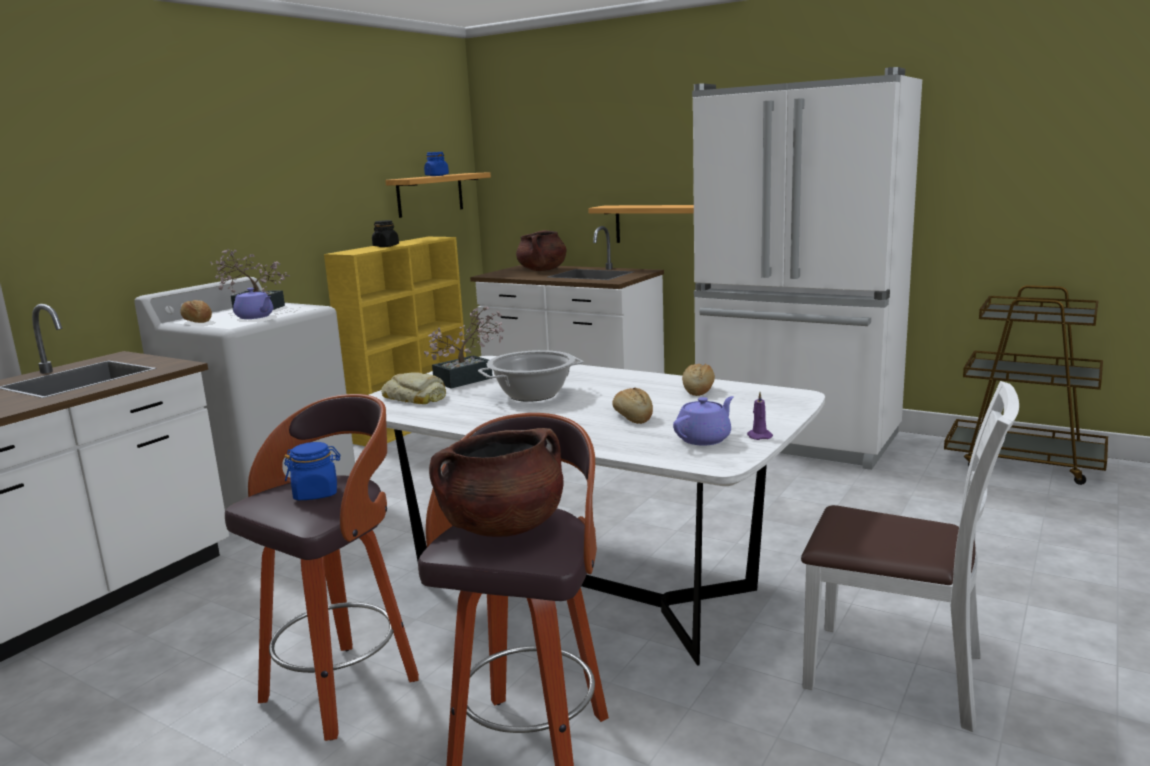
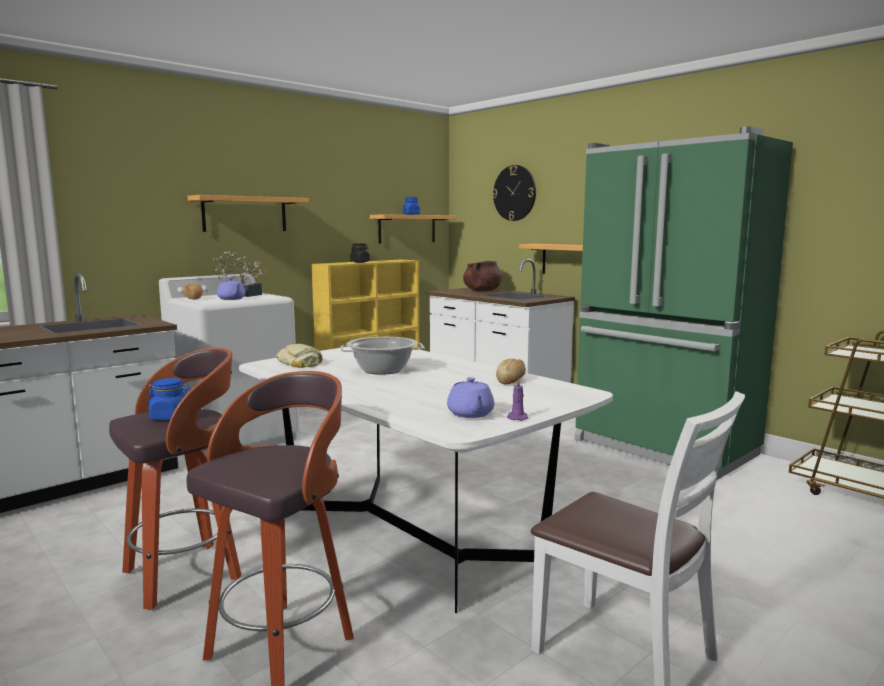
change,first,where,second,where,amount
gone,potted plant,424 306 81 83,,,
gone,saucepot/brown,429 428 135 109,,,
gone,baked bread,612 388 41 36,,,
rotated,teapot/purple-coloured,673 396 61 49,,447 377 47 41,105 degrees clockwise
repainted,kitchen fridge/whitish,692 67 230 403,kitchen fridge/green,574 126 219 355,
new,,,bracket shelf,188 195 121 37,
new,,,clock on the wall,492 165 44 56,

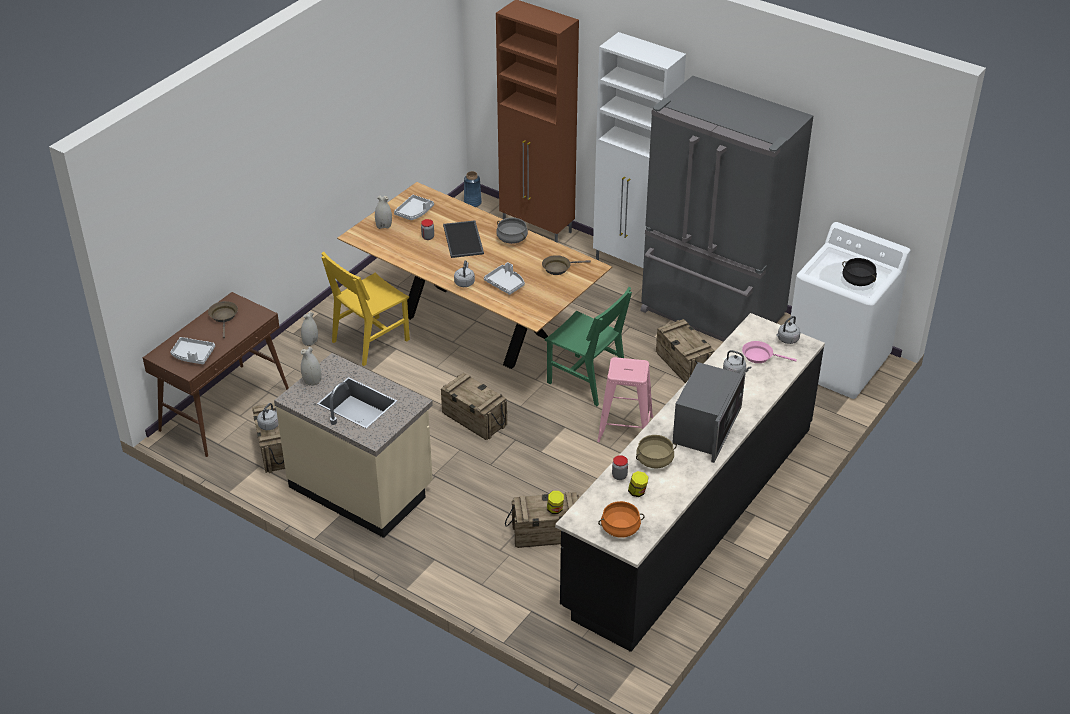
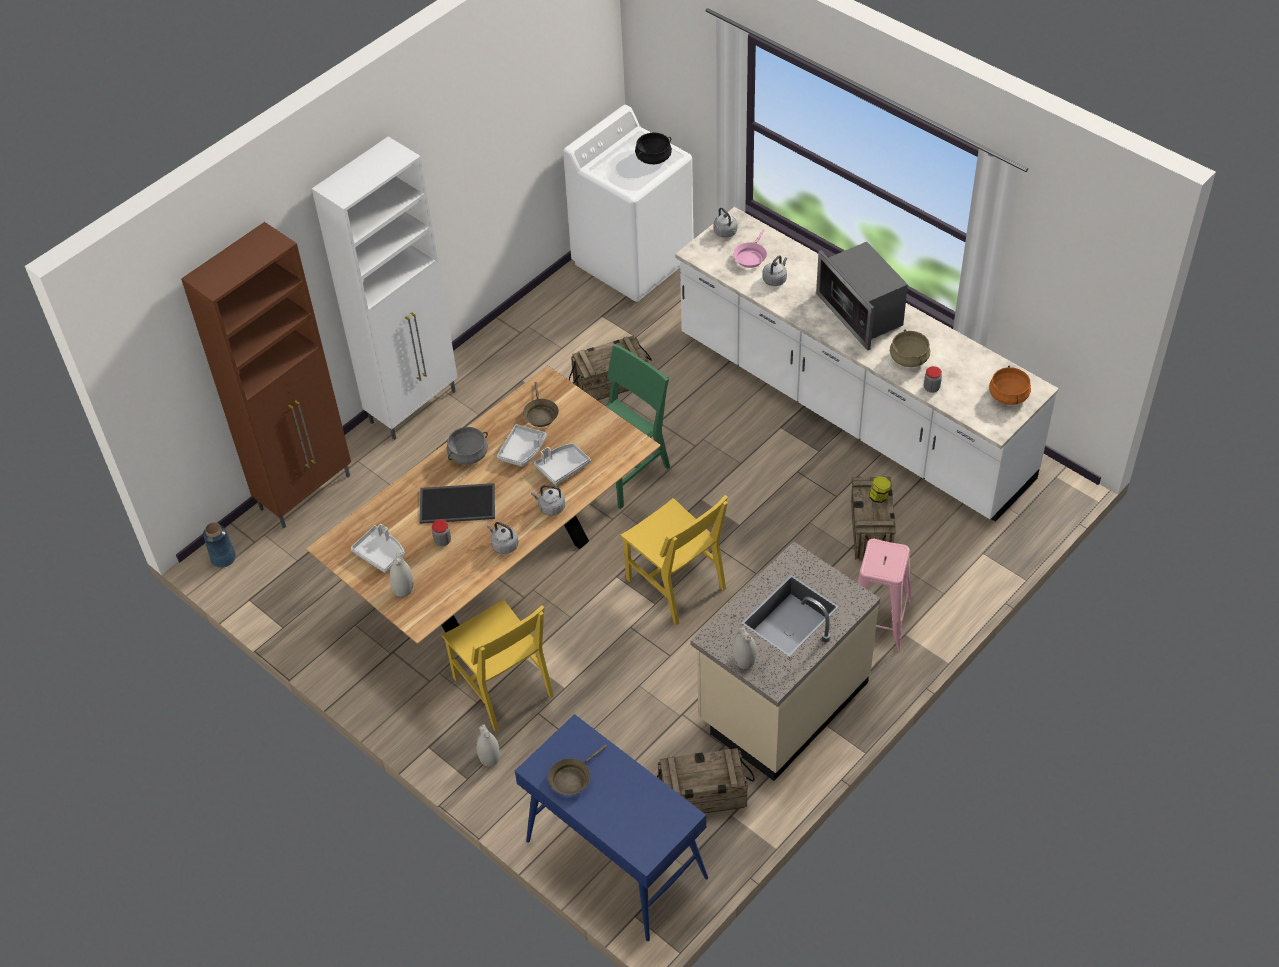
change,first,where,second,where,amount
repainted,console table/brown,143 292 146 165,console table/bluish,515 714 193 227,
shifted,tray/greyish,171 337 44 27,,497 424 50 42,
rotated,frying pan/brown,208 301 30 37,,548 744 59 51,45 degrees counterclockwise
shifted,kettle/greyish,257 403 22 27,,487 522 32 32,
swapped,shipping crate,441 373 66 67,chair/yellowish,620 495 108 131,
repainted,kitchen base unit/black,555 313 270 339,kitchen base unit/whitish,675 207 384 315,
shifted,stool/pink-coloured,597 357 56 85,,857 539 55 112,
gone,jar,628 471 21 26,,,
gone,kitchen fridge/greyish,641 76 172 266,,,
rotated,microwave oven,672 362 74 101,,816 242 92 109,150 degrees counterclockwise

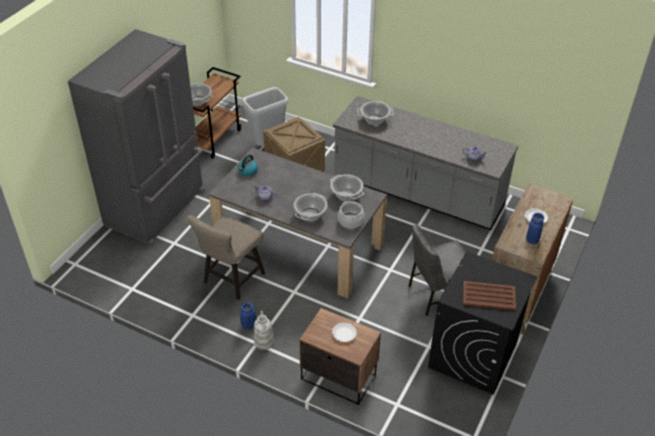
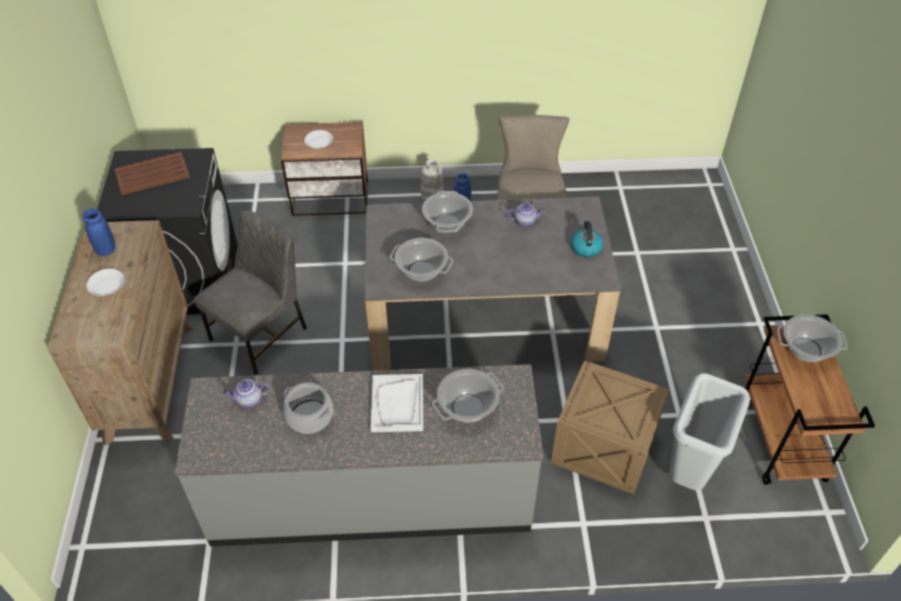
change,first,where,second,where,amount
gone,kitchen fridge/greyish,68 29 137 217,,,
shifted,saucepot,338 201 27 28,,283 382 50 52,
new,,,tray/whitish,371 374 52 58,

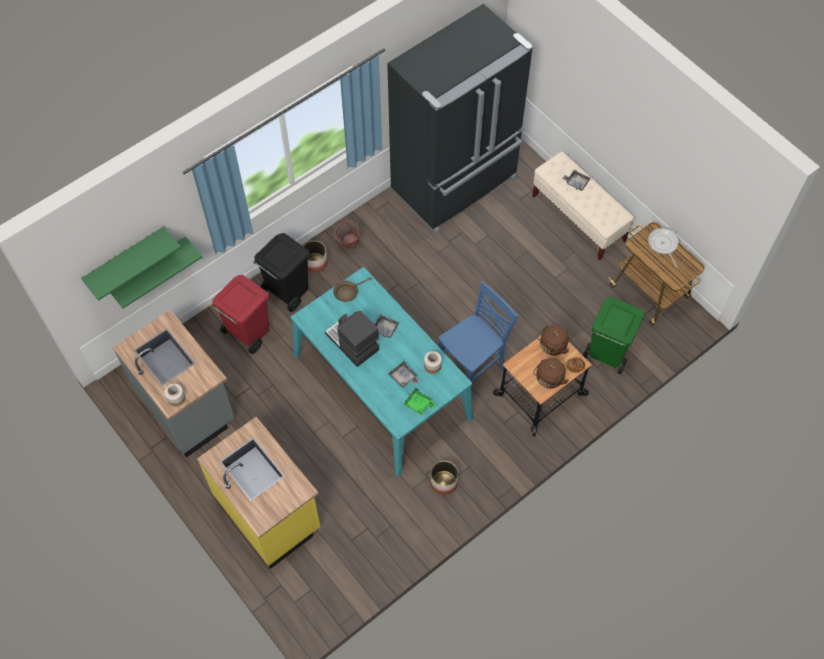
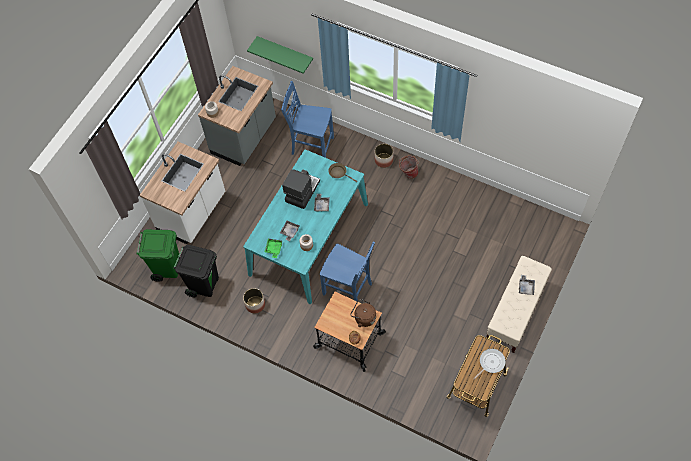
change,first,where,second,where,amount
gone,bracket shelf/green,81 226 100 75,,,
repainted,kitchen base unit/yellowish,197 417 123 152,kitchen base unit/whitish,140 142 85 102,
swapped,waste bin/red,211 275 58 79,chair/bluish,281 81 53 77,
shifted,waste bin/black,254 233 56 79,,173 245 46 52,
gone,kitchen fridge/black,387 4 146 229,,,
gone,kettle/brown,533 358 36 31,,,
shifted,waste bin/green,583 297 61 77,,137 229 42 53,

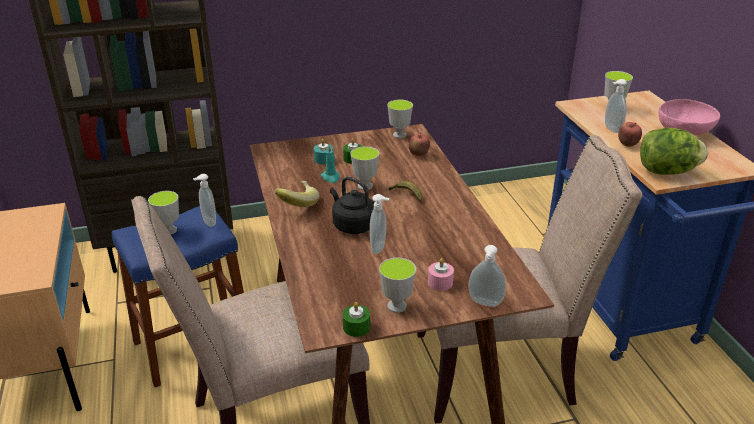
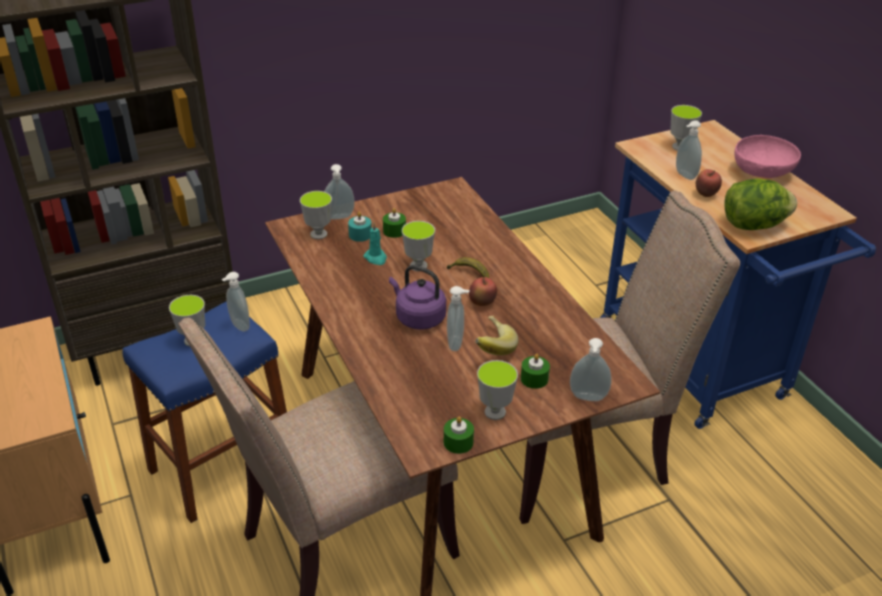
change,first,where,second,where,amount
shifted,whole banana,275 181 44 26,,475 315 44 40,
repainted,kettle/black,330 176 44 58,kettle/purple-coloured,389 265 57 65,
shifted,small cup,387 100 26 38,,300 191 32 48,
shifted,whole apple,409 133 21 23,,469 277 28 29,
repainted,wax candle/pink-coloured,428 258 26 33,wax candle/green,521 354 29 35,
new,,,soap bottle,324 164 31 56,

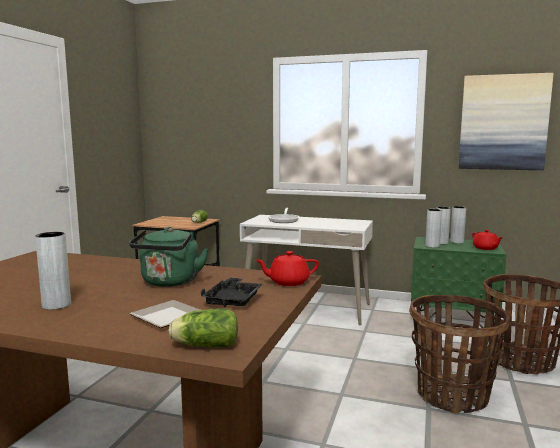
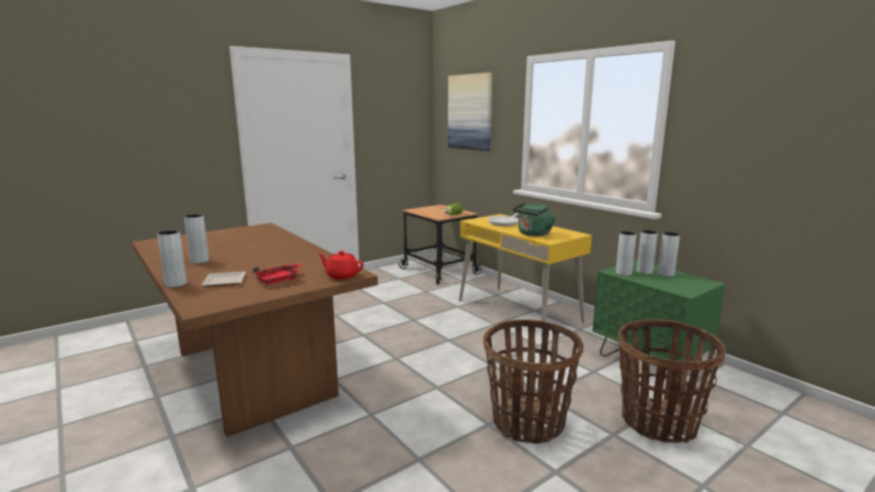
change,first,where,second,where,amount
shifted,kettle/green,129 227 80 60,,513 202 43 34,
gone,head of lettuce,169 308 69 39,,,
repainted,tray/black,200 277 63 30,tray/red,253 264 48 20,
repainted,desk/whitish,240 215 133 110,desk/yellowish,459 214 133 109,
shifted,wall art,458 73 96 97,,448 73 44 78,
gone,teapot/red,472 230 30 20,,,
new,,,vase/greyish,157 230 30 57,

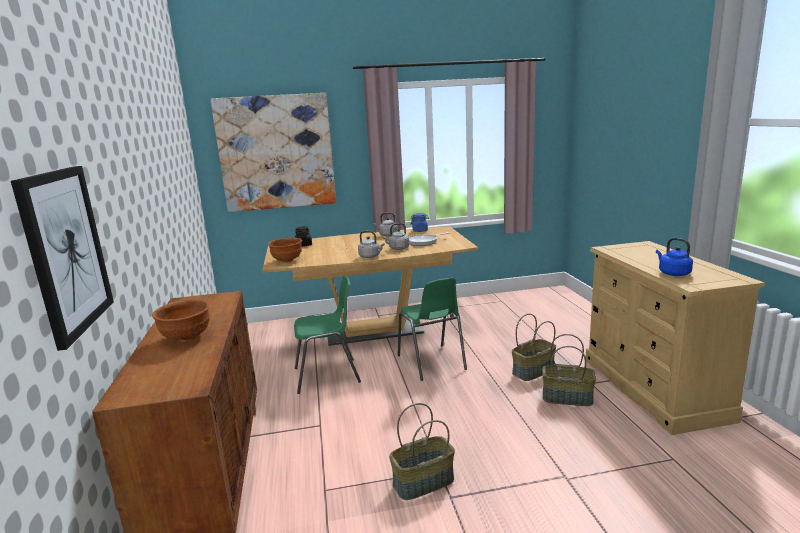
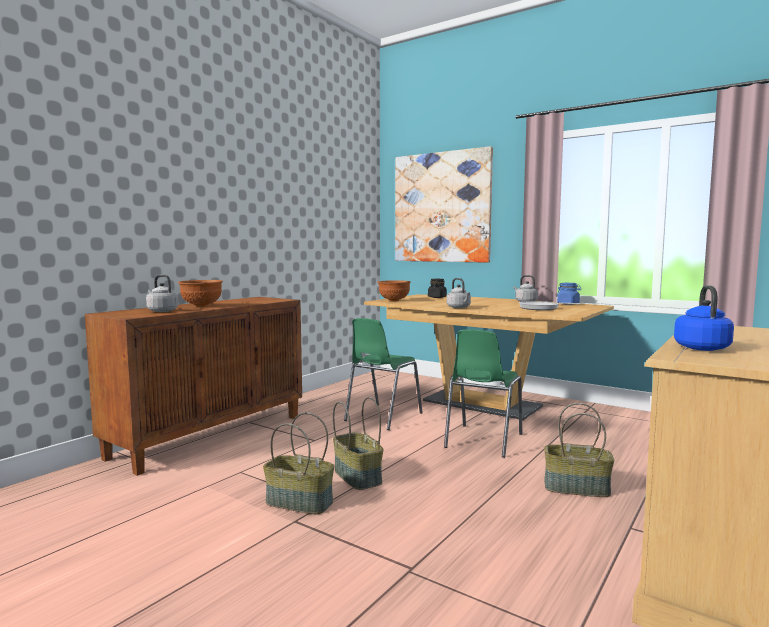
change,first,where,second,where,amount
gone,wall art,11 166 103 185,,,
rotated,chair/green,294 276 67 118,,344 318 79 112,90 degrees clockwise
shifted,kettle/greyish,382 223 28 27,,146 274 32 38,
shifted,basket,542 334 54 72,,333 397 50 93,

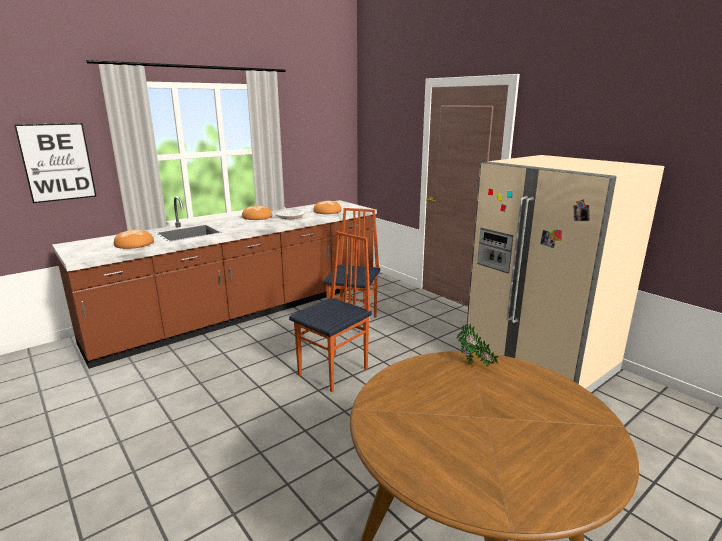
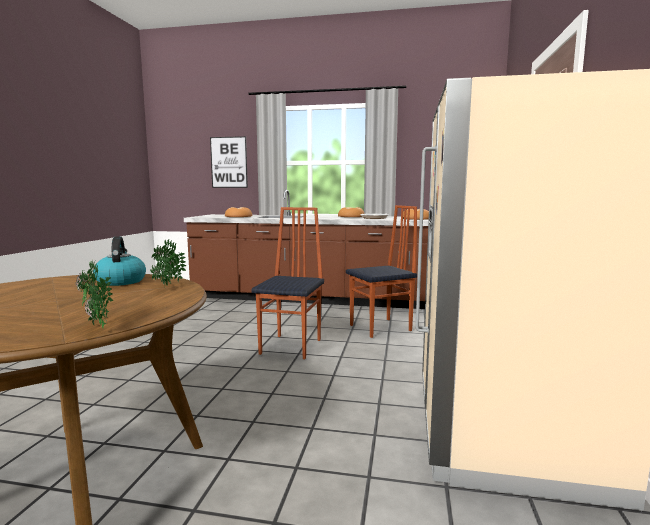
change,first,where,second,where,amount
rotated,chair,289 231 83 161,,251 207 73 152,75 degrees counterclockwise
new,,,potted plant,76 260 38 70,
new,,,kettle,93 236 53 50,

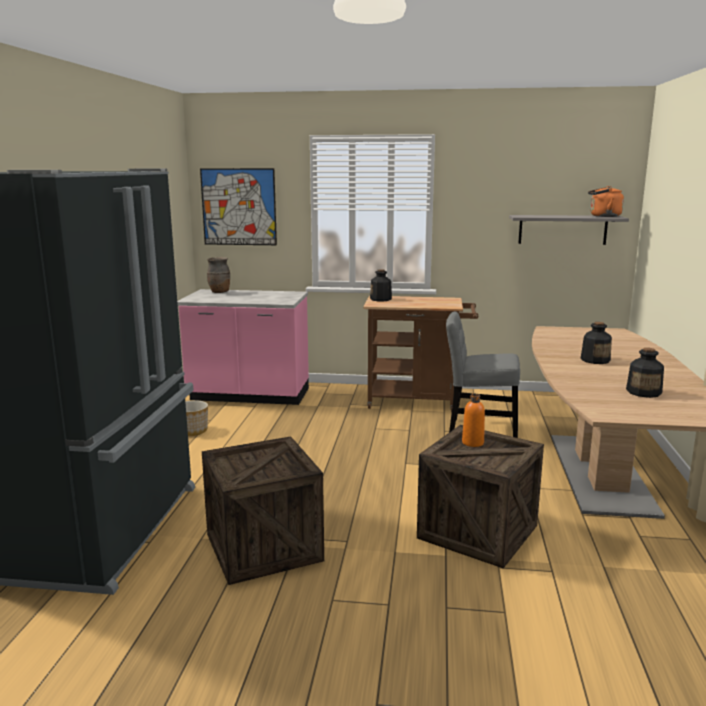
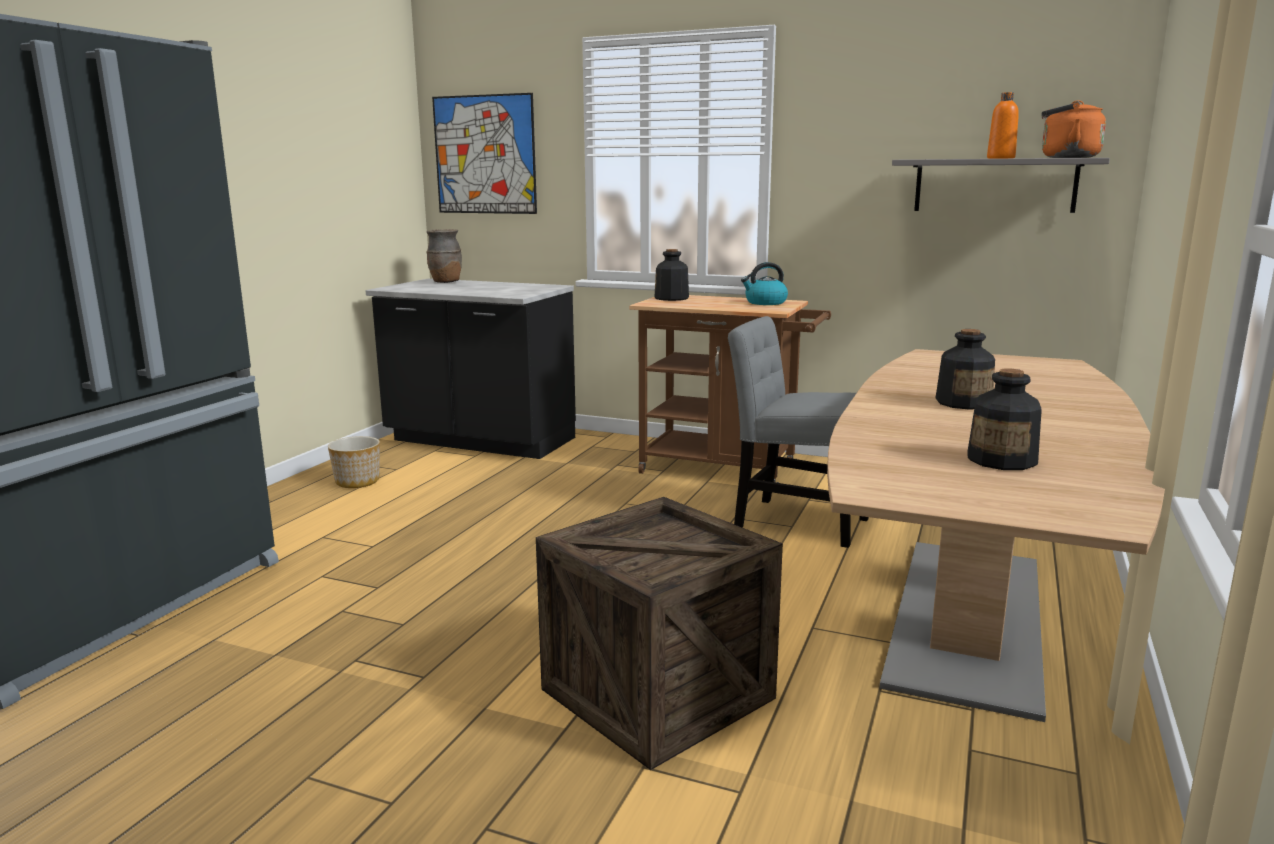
change,first,where,second,where,amount
repainted,kitchen base unit/pink-coloured,177 289 132 116,kitchen base unit/black,366 279 210 180,
gone,shipping crate,202 437 122 148,,,
shifted,bottle/orangey,462 394 23 53,,987 92 32 67,
new,,,kettle,741 262 47 43,

